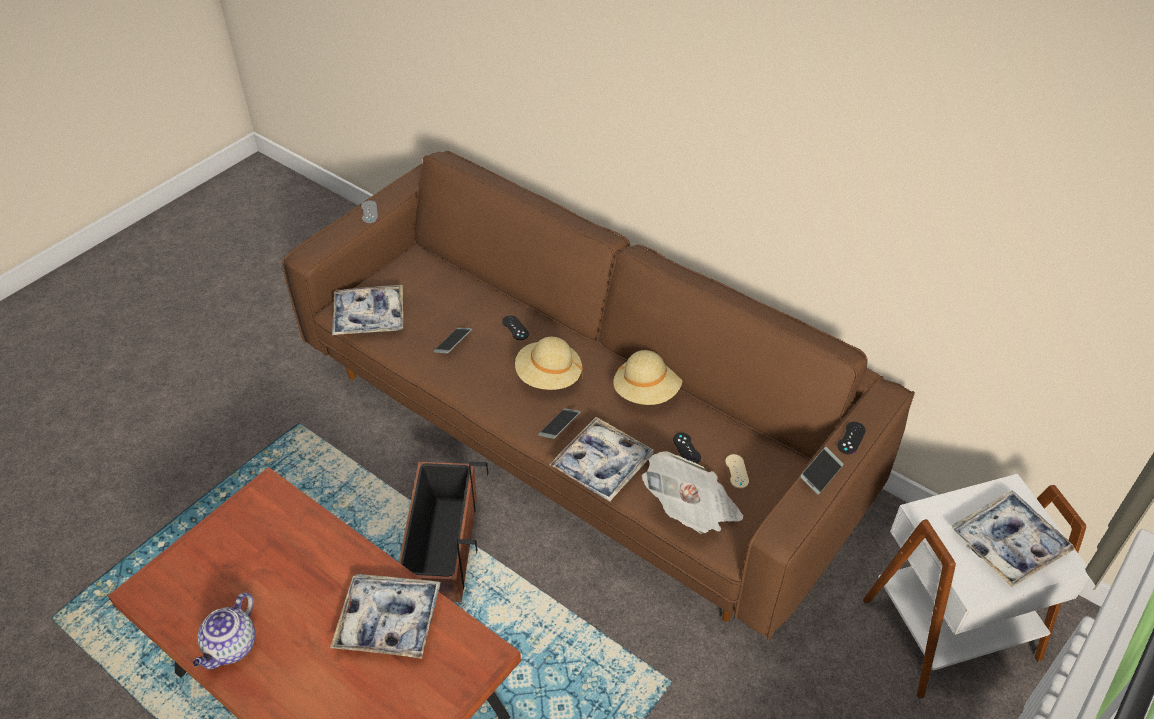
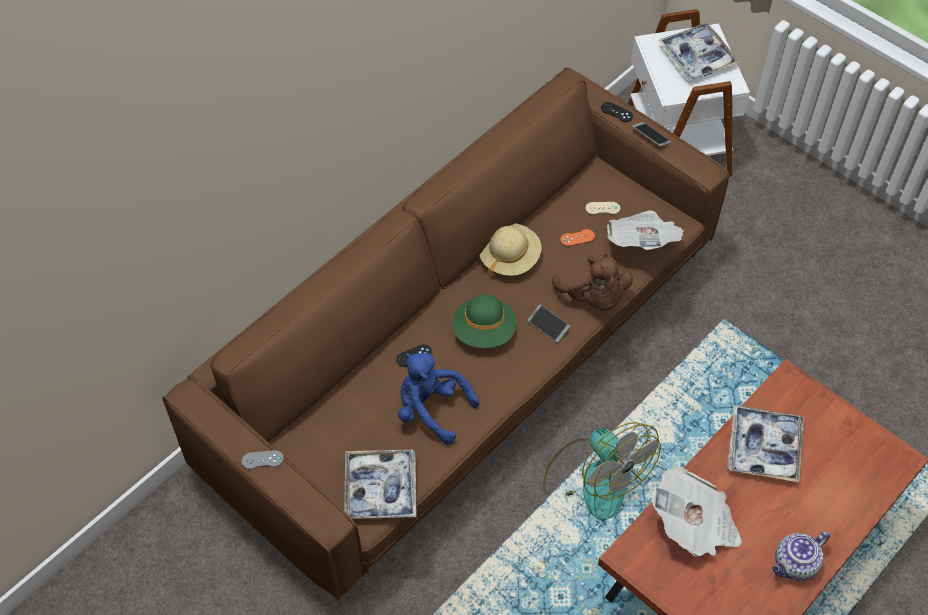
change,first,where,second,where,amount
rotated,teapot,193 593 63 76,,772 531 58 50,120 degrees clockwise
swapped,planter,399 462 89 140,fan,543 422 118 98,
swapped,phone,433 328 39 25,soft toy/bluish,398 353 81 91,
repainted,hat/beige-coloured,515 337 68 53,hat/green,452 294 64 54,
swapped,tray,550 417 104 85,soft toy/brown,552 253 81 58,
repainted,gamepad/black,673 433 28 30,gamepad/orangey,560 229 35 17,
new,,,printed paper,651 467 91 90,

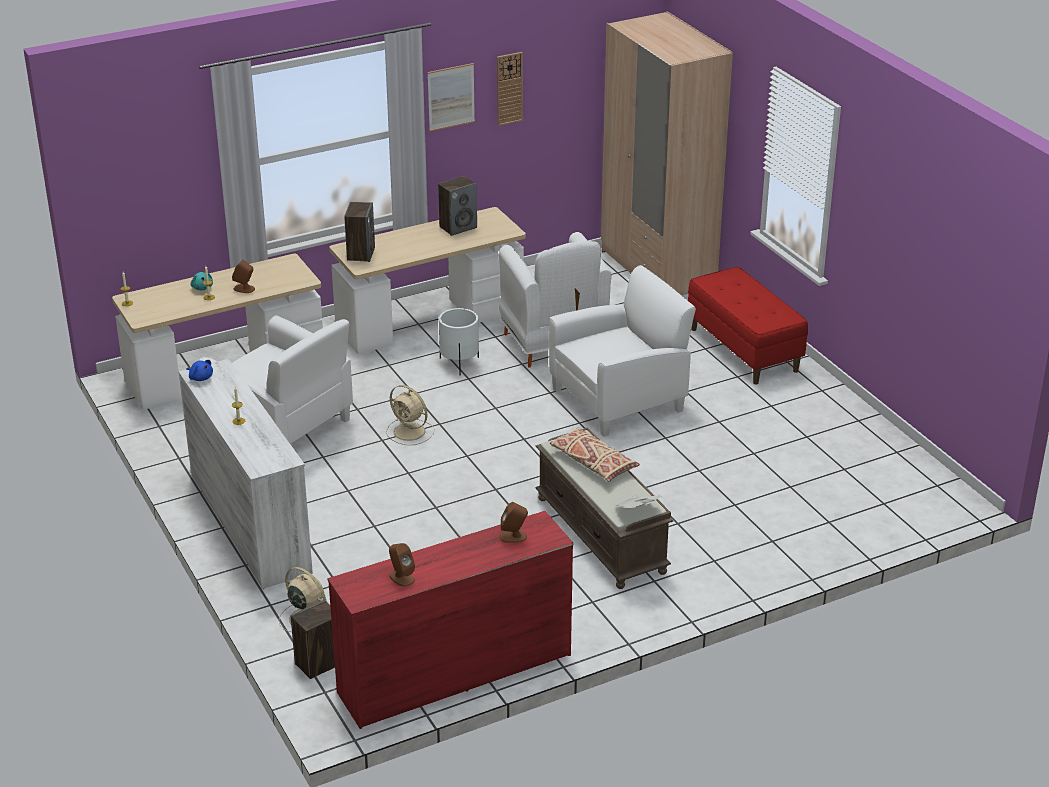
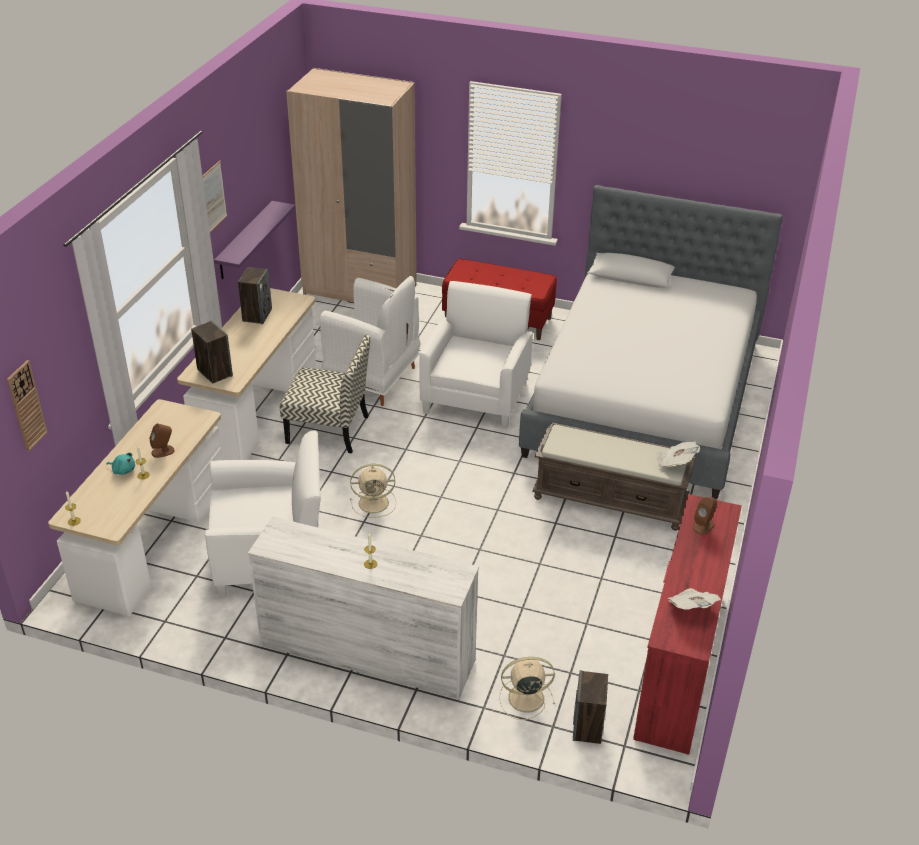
change,first,where,second,where,amount
gone,soft toy/bluish,186 360 27 21,,,
swapped,loudspeaker/brown,389 543 26 44,printed paper,668 588 53 22,
swapped,planter/whitish,439 308 40 68,chair,280 334 90 120,
shifted,clock on the wall,497 52 26 74,,7 360 41 92,
gone,throw pillow/beige-coloured,550 428 90 54,,,
new,,,bracket shelf/purple-coloured,214 201 81 78,
new,,,sleeping bed,519 185 264 314,

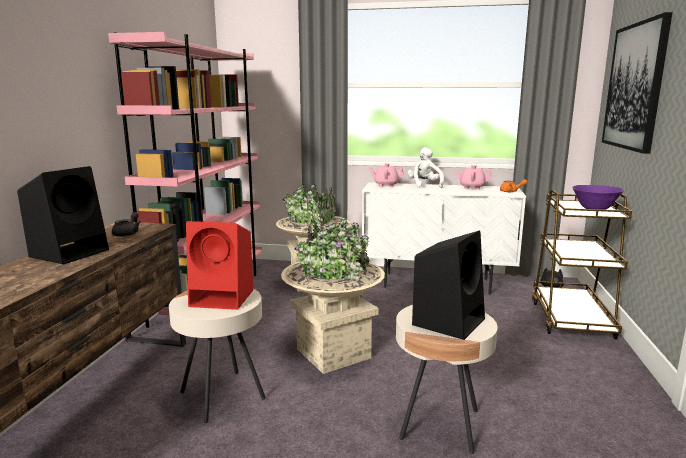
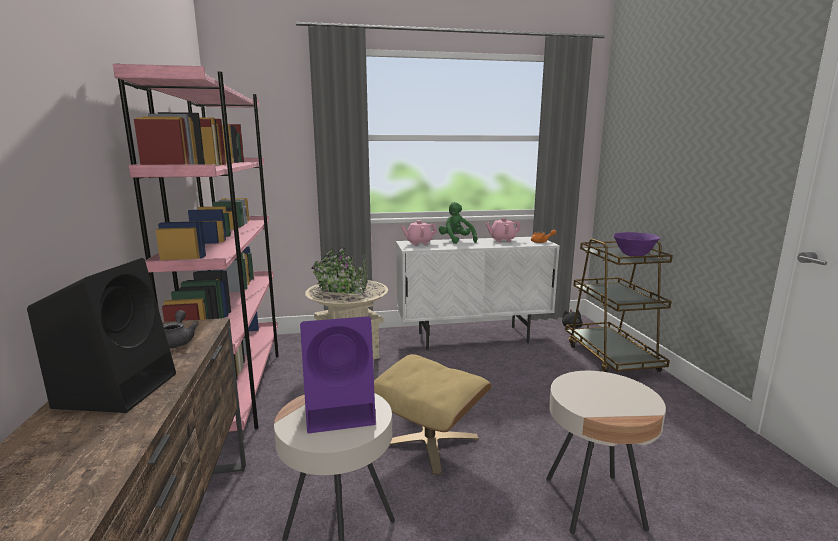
change,first,where,second,where,amount
repainted,loudspeaker/red,186 221 67 89,loudspeaker/purple-coloured,300 316 76 117,
swapped,planter/beige-coloured,281 219 104 155,footrest/beige-coloured,374 354 118 120,
repainted,soft toy/whitish,408 147 36 41,soft toy/green,439 202 38 42,
gone,loudspeaker/black,412 230 73 110,,,
gone,wall art,602 12 71 142,,,

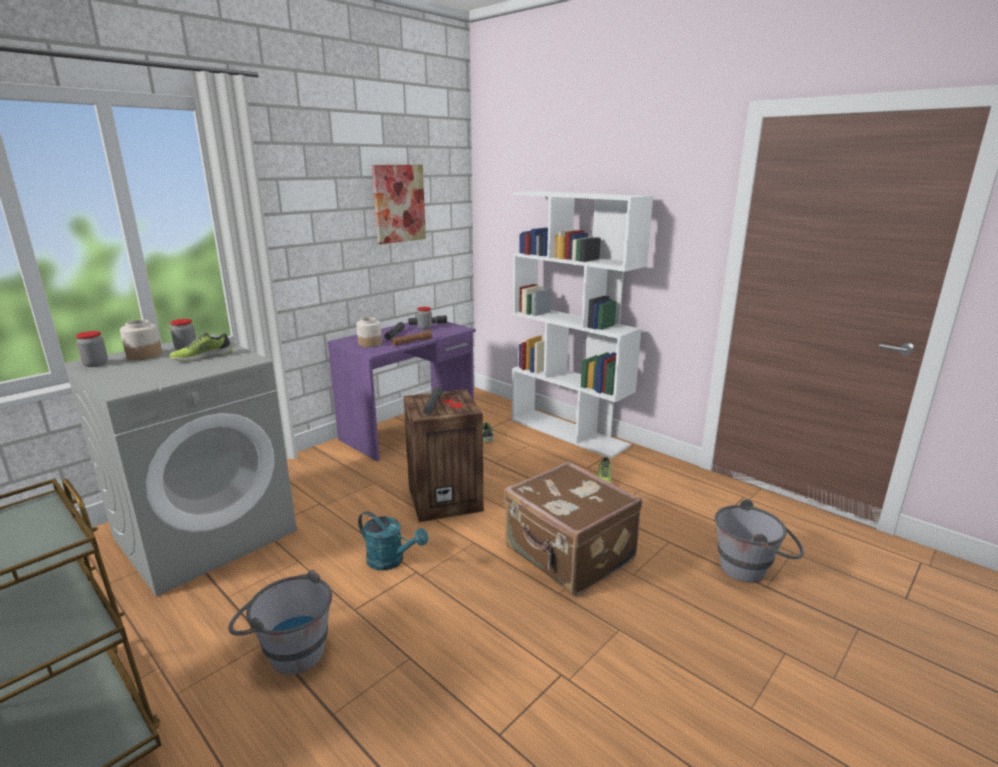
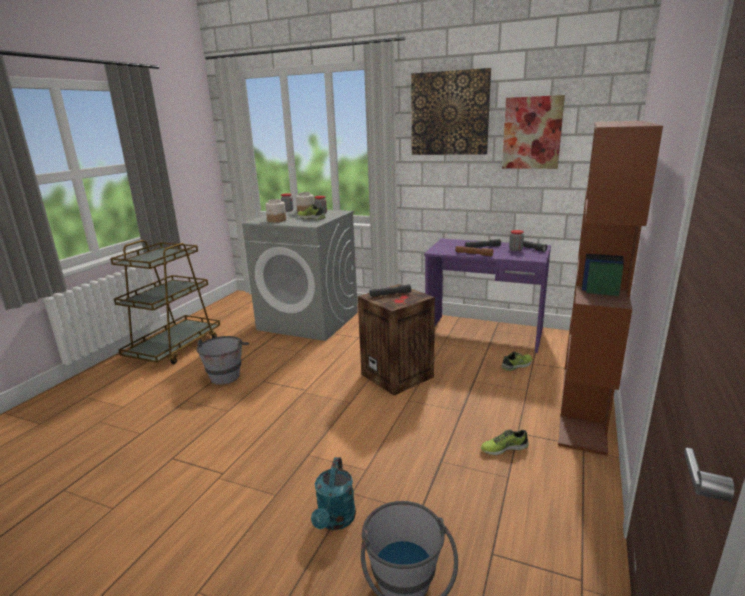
change,first,where,second,where,amount
shifted,jar,356 317 26 30,,265 199 21 24,
shifted,sprinkling can/turquoise-coloured,358 511 70 60,,311 457 45 73,
gone,piece of luggage/brown,504 462 138 134,,,
repainted,shelving unit/whitish,512 191 141 267,shelving unit/brown,558 121 105 335,
new,,,wall art,411 68 80 87,

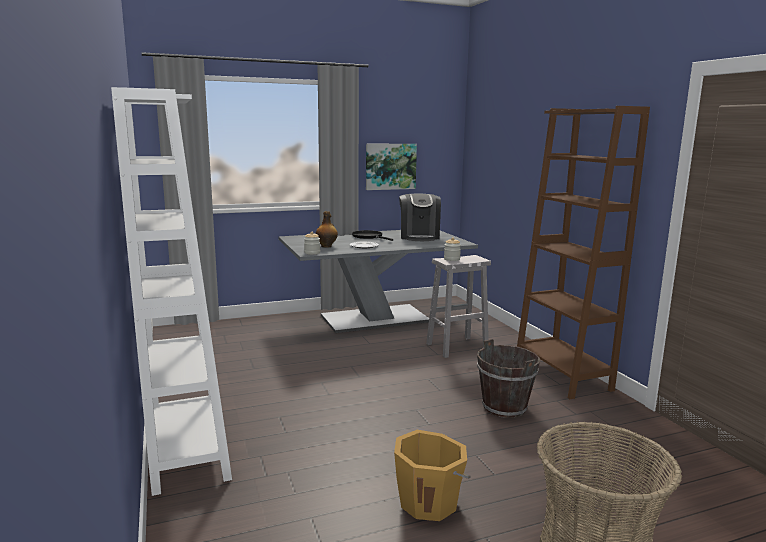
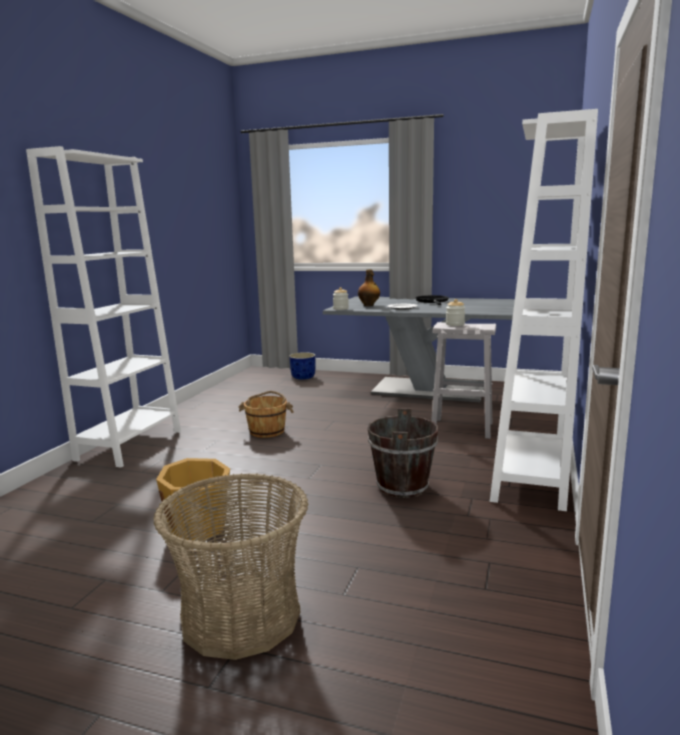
change,first,where,second,where,amount
gone,wall art,366 144 51 46,,,
gone,coffee maker,399 194 42 47,,,
repainted,shelving unit/brown,517 106 133 293,shelving unit/whitish,490 109 108 402,
new,,,pail/brown,239 391 55 47,
new,,,planter/bluish,289 352 26 27,

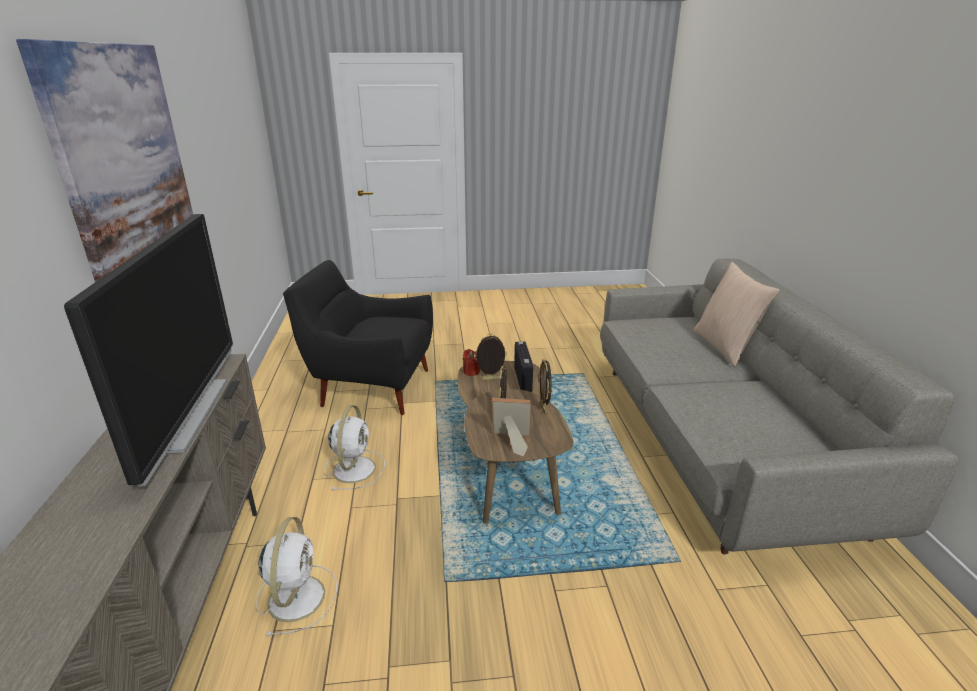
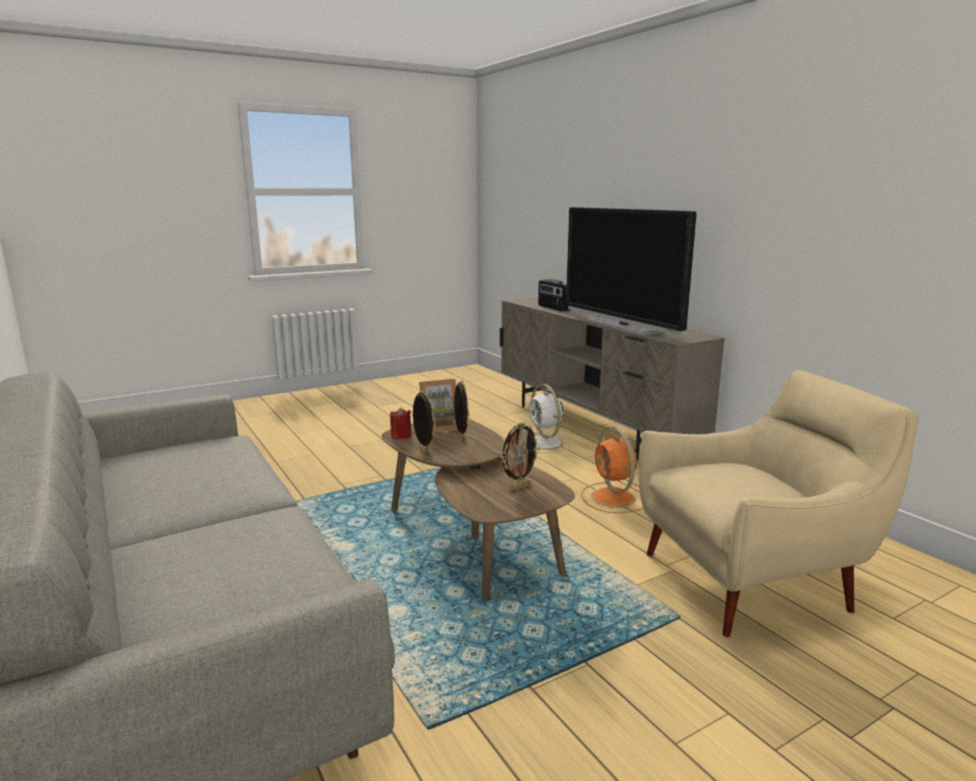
change,first,where,second,where,amount
gone,wall art,16 39 177 243,,,
repainted,easy chair/black,283 260 150 155,easy chair/beige-coloured,639 370 281 267,
repainted,fan/whitish,325 405 60 85,fan/orangey,581 426 62 87,
shifted,wax candle/red,463 349 17 27,,390 408 21 31,
shifted,radio receiver,514 341 19 51,,538 279 32 32,
gone,throw pillow/beige-coloured,694 262 86 105,,,

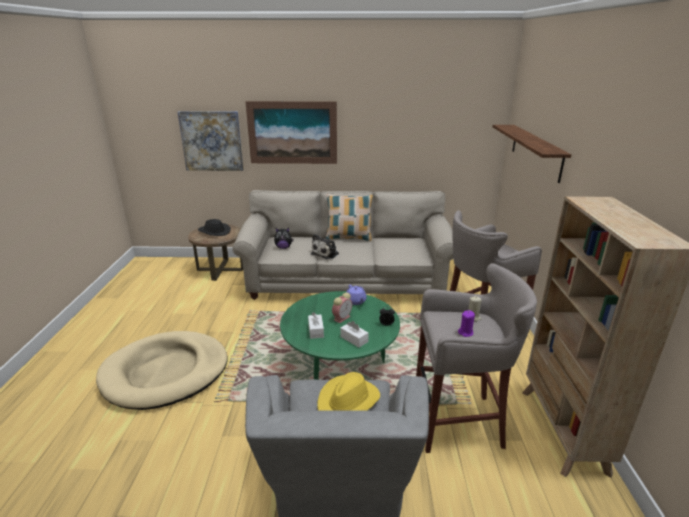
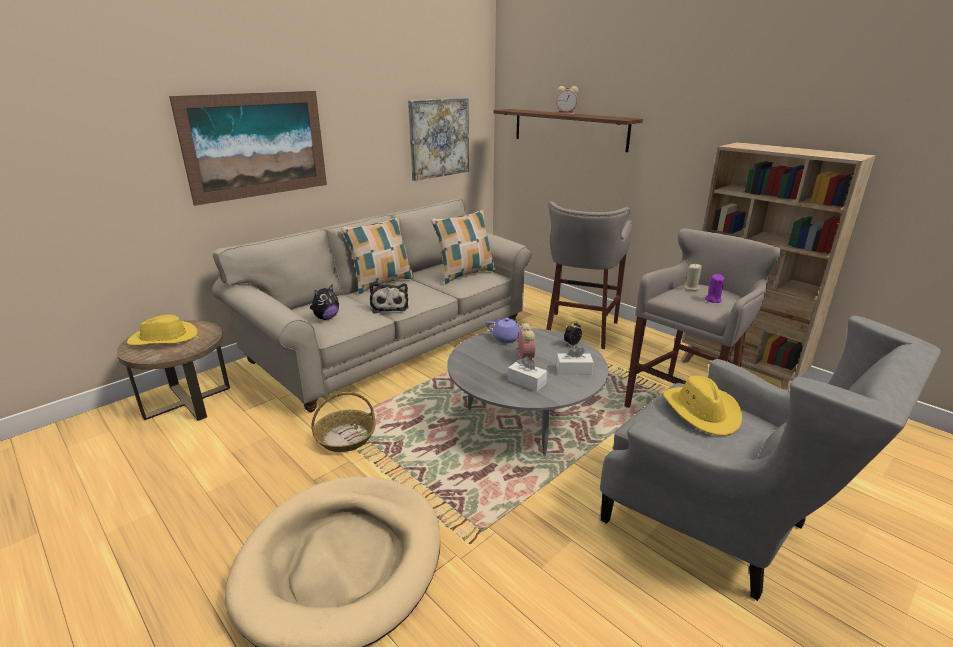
change,first,where,second,where,amount
shifted,wall art,178 111 66 60,,408 98 61 83,
repainted,hat/black,198 219 33 17,hat/yellowish,127 315 71 31,
repainted,lounge table/green,280 291 120 89,lounge table/greyish,447 328 161 128,
new,,,basket,311 392 65 60,
new,,,throw pillow,431 209 65 75,
new,,,bedside clock,556 86 22 29,

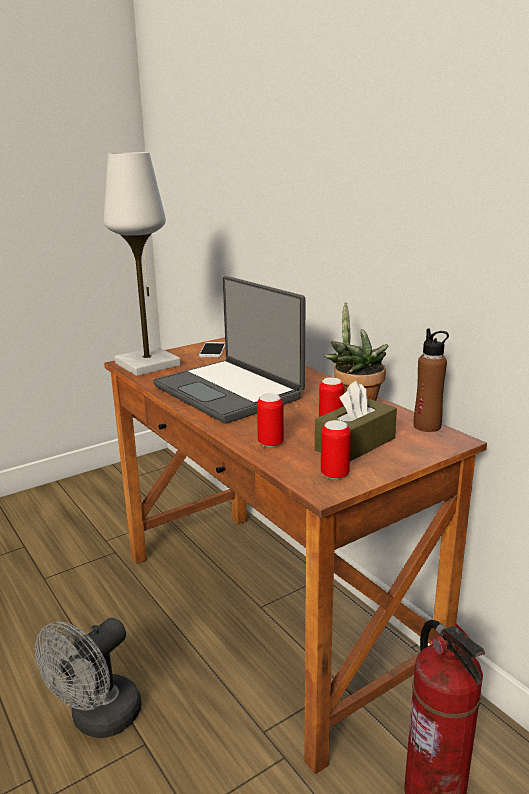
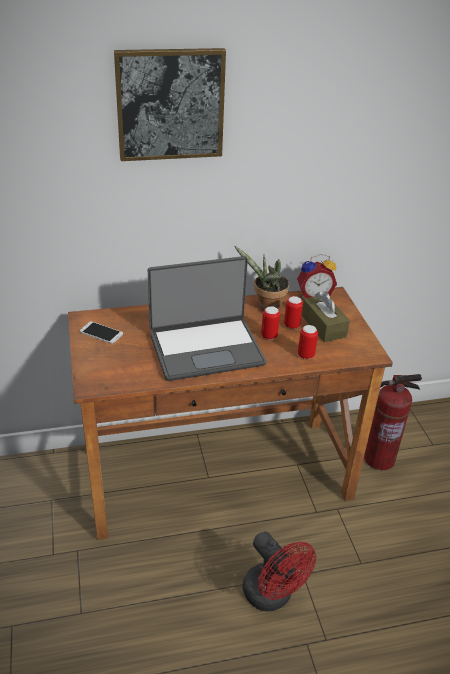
change,first,where,second,where,amount
repainted,fan/greyish,35 618 107 120,fan/red,243 532 73 79,
gone,table lamp/whitish,104 152 76 224,,,
shifted,sealed can,321 420 30 59,,261 306 19 34,
swapped,bottle/brown,414 328 35 104,bedside clock,297 254 40 44,
new,,,wall art,114 48 112 113,

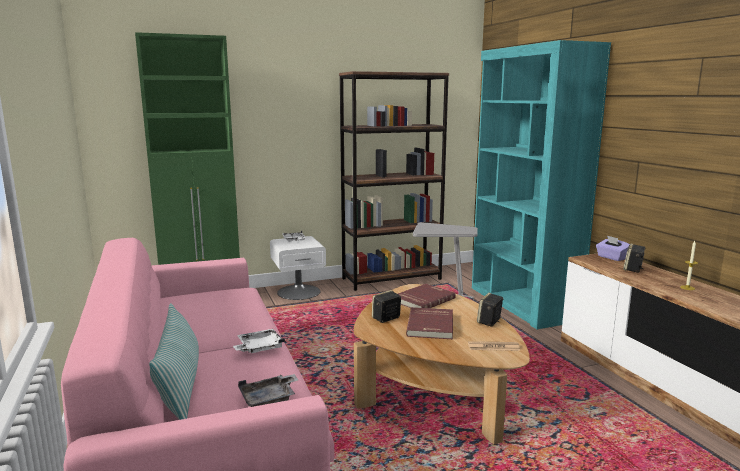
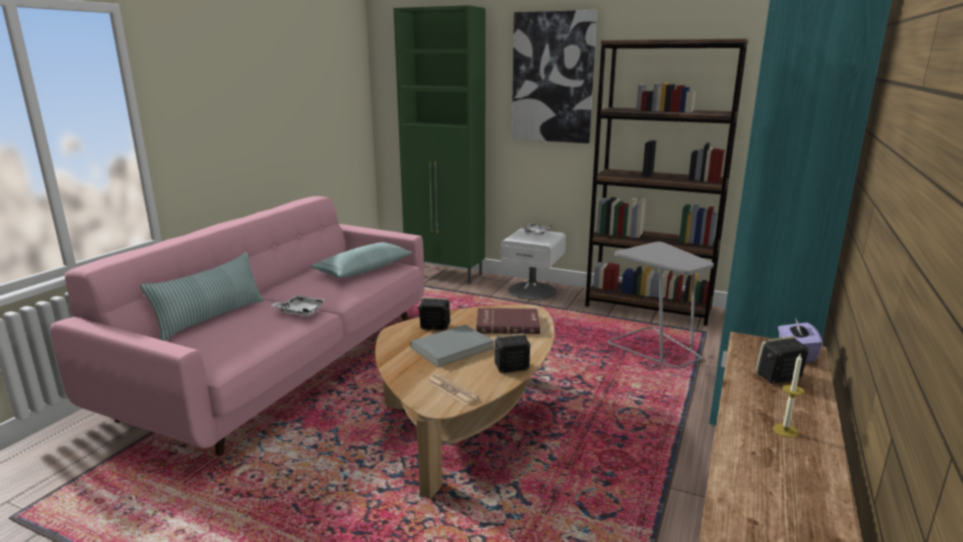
change,first,where,second,where,amount
gone,tray/greyish,238 374 60 33,,,
repainted,volume/red,406 307 47 32,volume/greyish,410 325 84 42,
new,,,throw pillow,310 242 103 36,
new,,,wall art,512 10 85 133,

